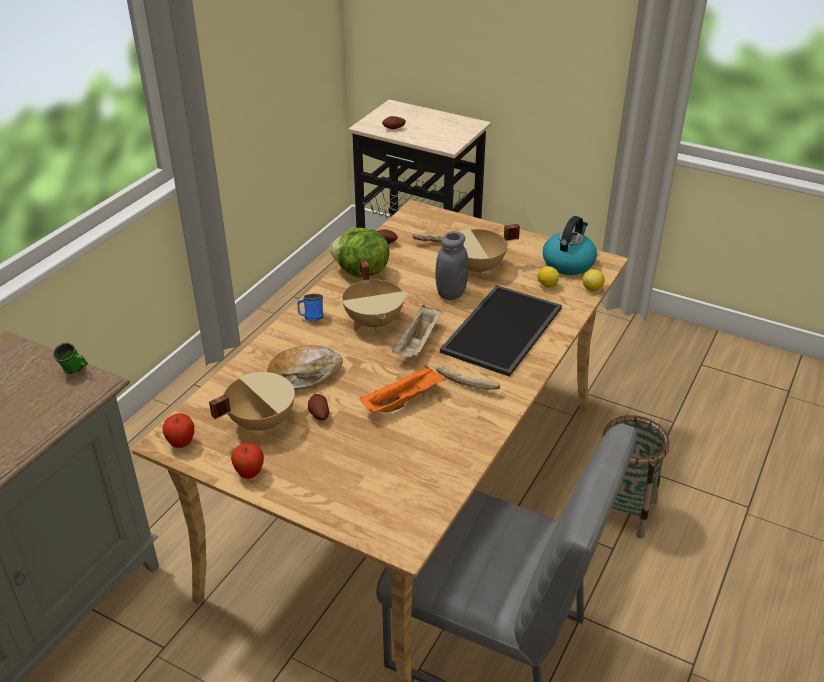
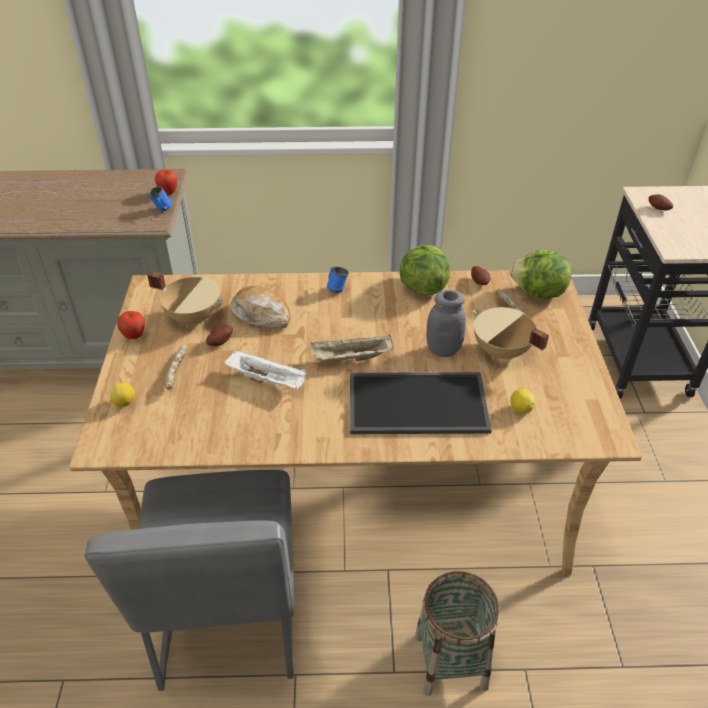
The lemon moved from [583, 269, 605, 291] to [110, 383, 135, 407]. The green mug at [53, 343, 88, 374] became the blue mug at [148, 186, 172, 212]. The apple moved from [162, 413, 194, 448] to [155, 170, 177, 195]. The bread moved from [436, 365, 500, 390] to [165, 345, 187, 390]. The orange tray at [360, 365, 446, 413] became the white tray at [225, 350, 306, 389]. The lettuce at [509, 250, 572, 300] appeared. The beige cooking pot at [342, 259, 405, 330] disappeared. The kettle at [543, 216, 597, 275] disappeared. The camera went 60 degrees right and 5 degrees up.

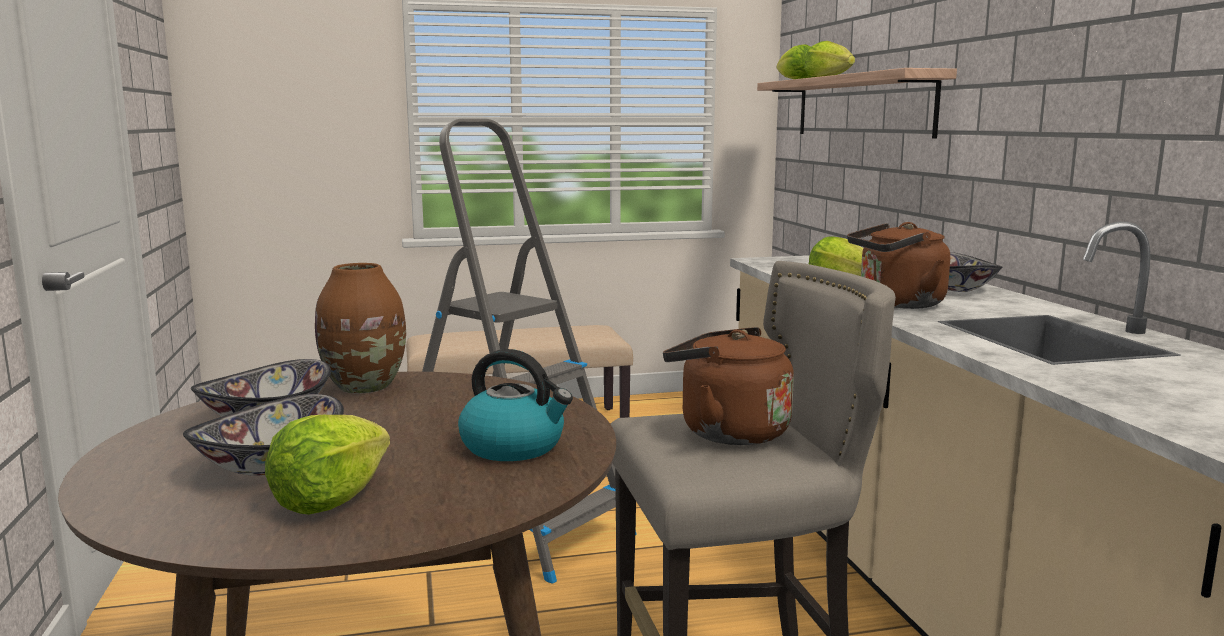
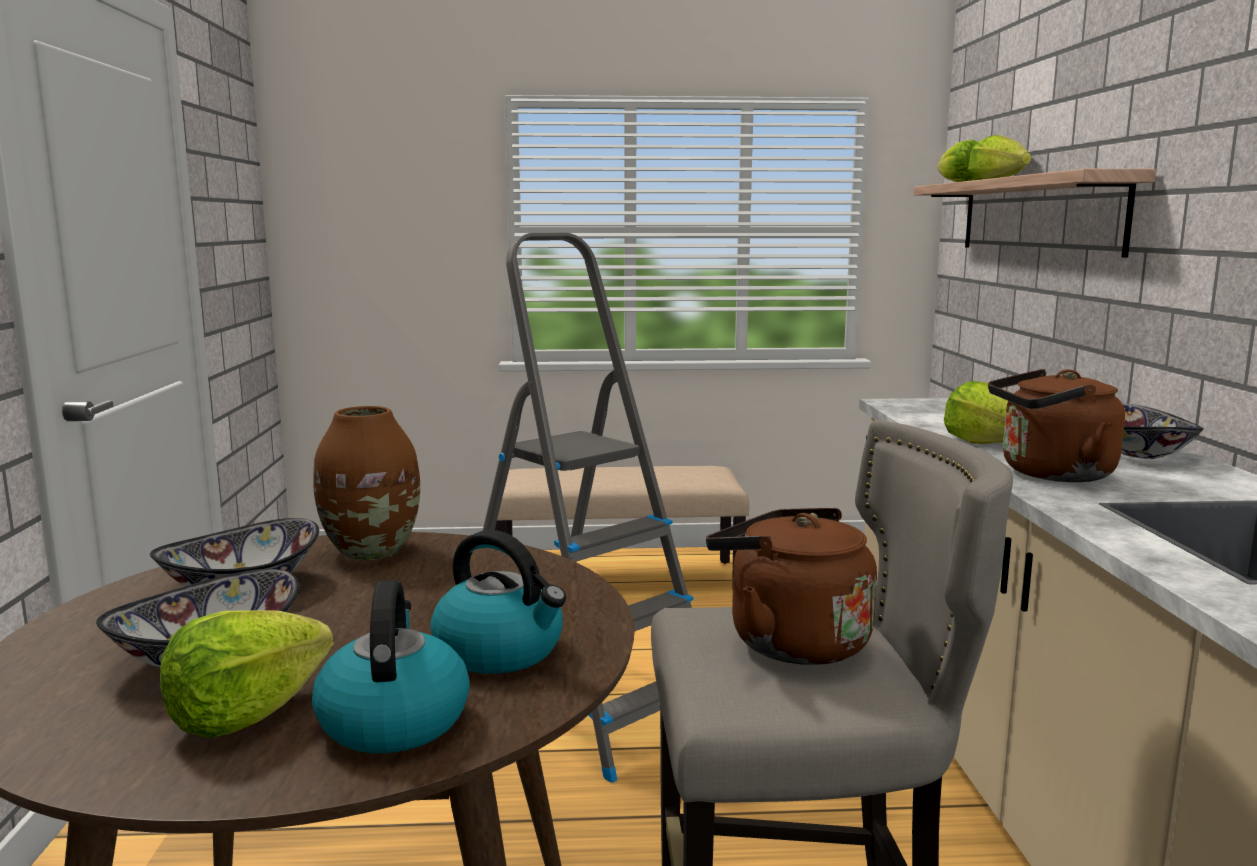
The kettle at [312, 580, 470, 753] appeared. The camera went 10 degrees right and 0 degrees up.

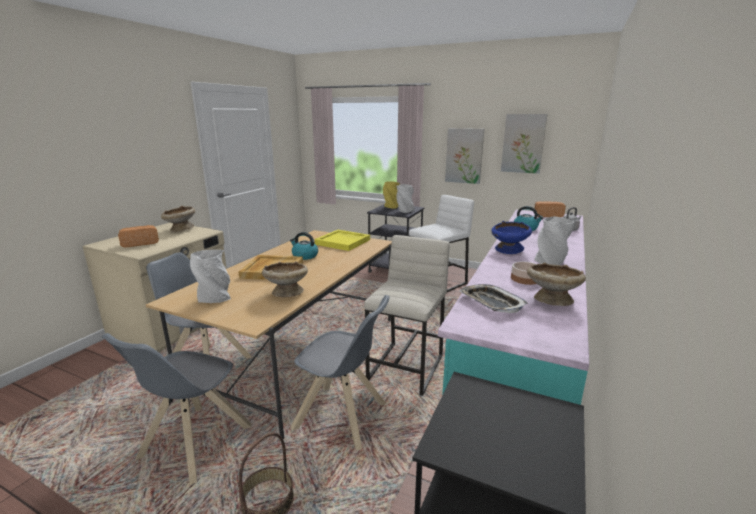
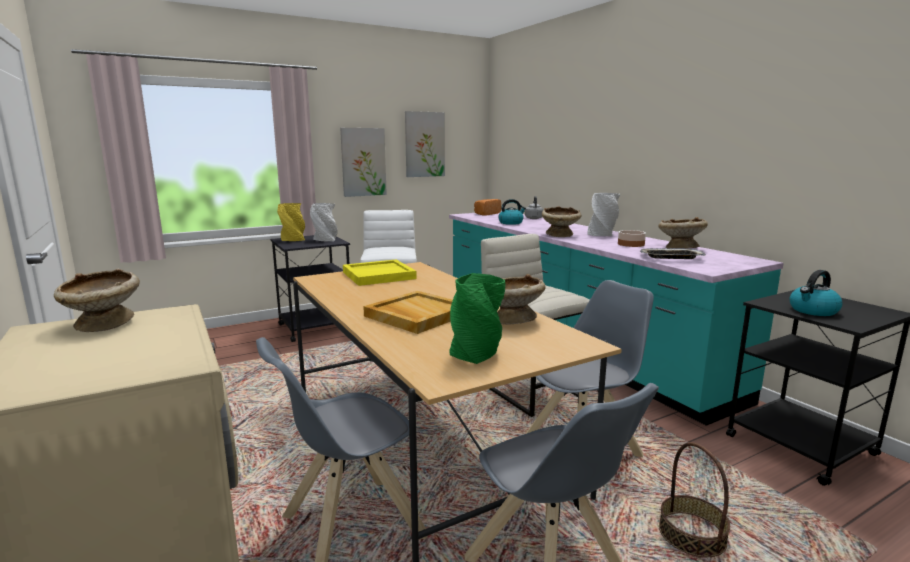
The grey vase at [190, 250, 231, 303] became the green vase at [450, 273, 505, 364]. The blue bowl at [491, 221, 532, 254] became the beige bowl at [542, 206, 582, 237]. The kettle moved from [290, 232, 318, 260] to [789, 270, 843, 316]. The bread at [118, 225, 159, 248] disappeared. The camera went 55 degrees left and 5 degrees down.

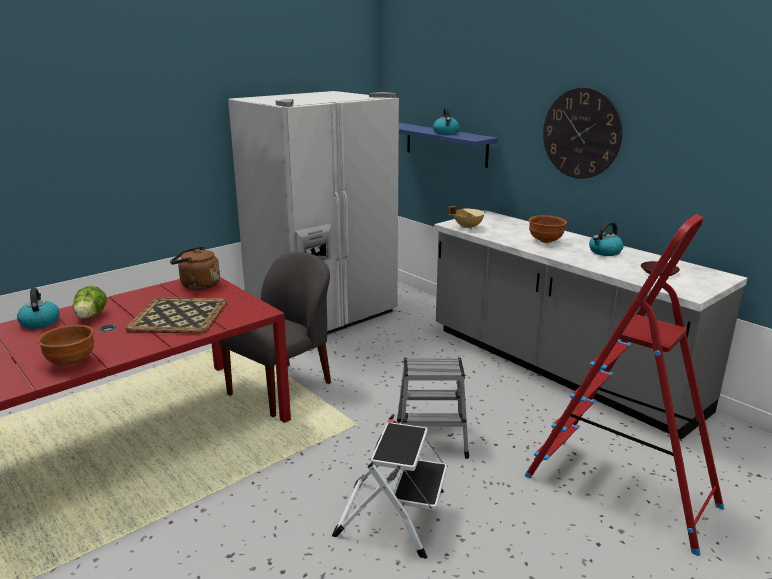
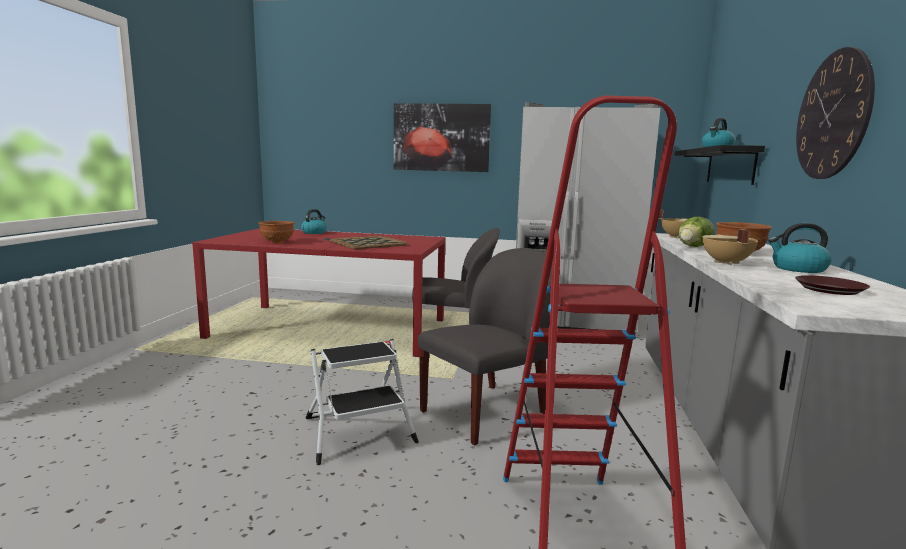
The picture at [394, 103, 491, 172] appeared. The grey step ladder at [397, 358, 469, 459] was replaced by the grey chair at [418, 248, 553, 445]. The blue shelf at [399, 123, 499, 168] became the black shelf at [674, 145, 765, 185]. The lettuce moved from [73, 286, 107, 319] to [678, 217, 715, 247]. The beige cooking pot at [702, 229, 758, 265] appeared. The brown kettle at [170, 246, 220, 290] disappeared. The camera went 50 degrees right and 10 degrees down.

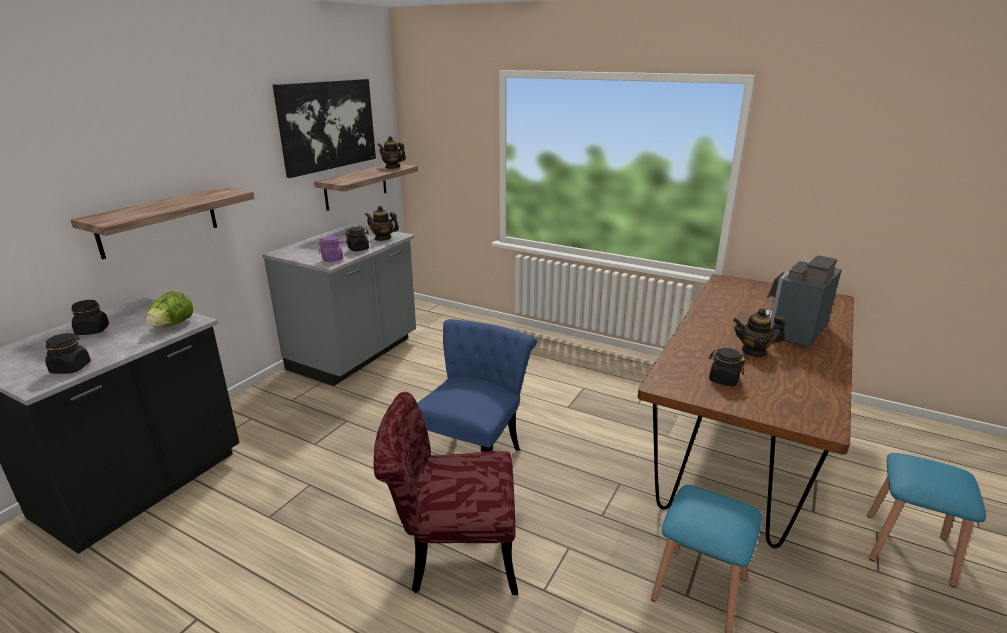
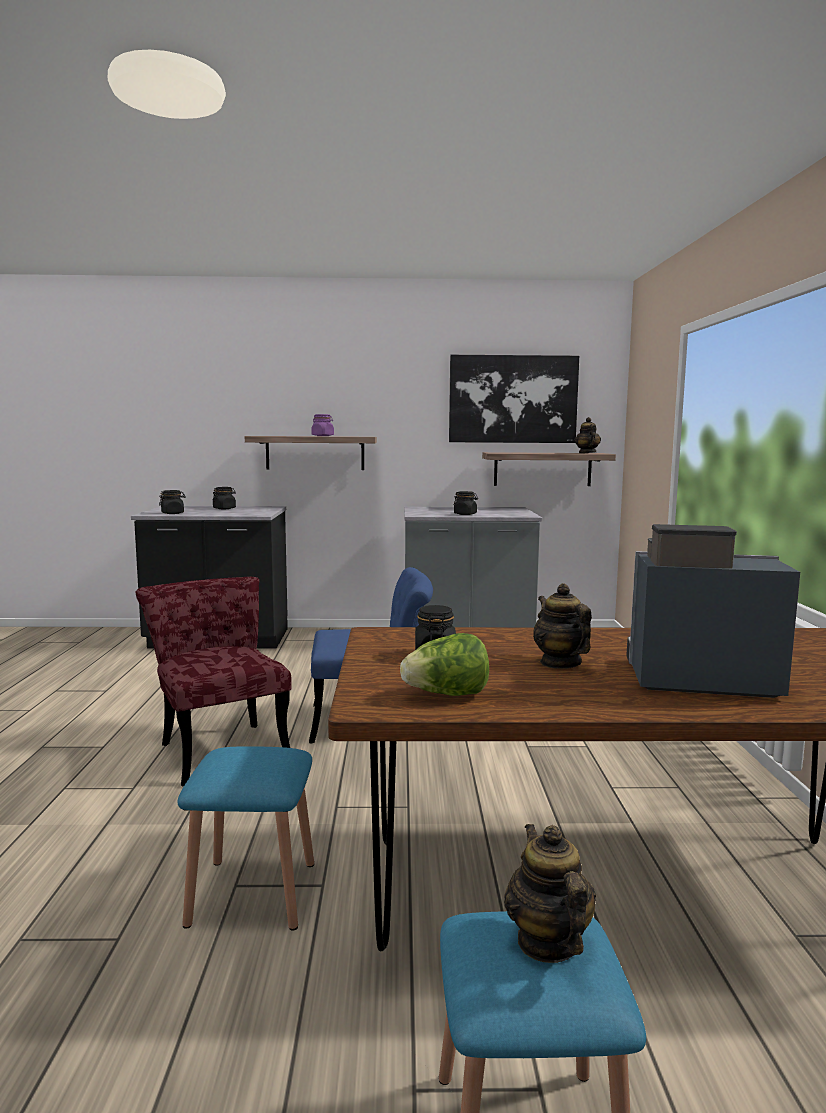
The purple jar moved from [319, 236, 344, 262] to [312, 414, 334, 436]. The lettuce moved from [145, 291, 193, 327] to [400, 633, 489, 696]. The teapot moved from [365, 205, 399, 241] to [504, 824, 596, 963]. The camera went 60 degrees right and 15 degrees down.

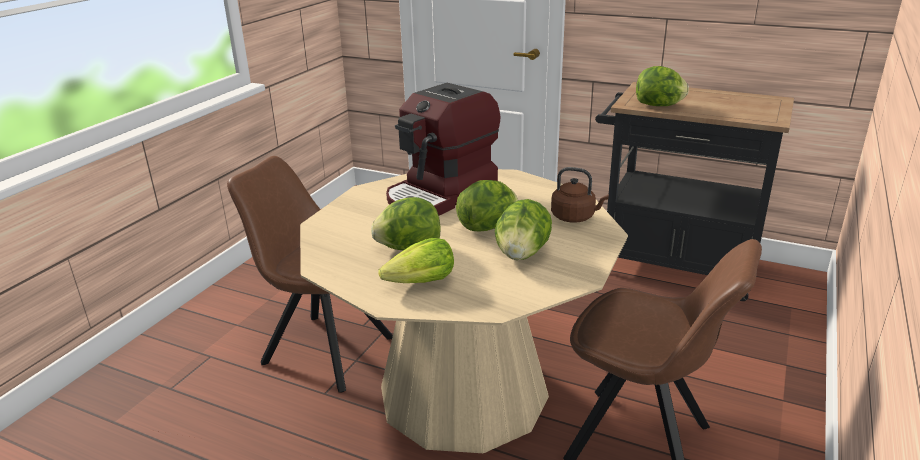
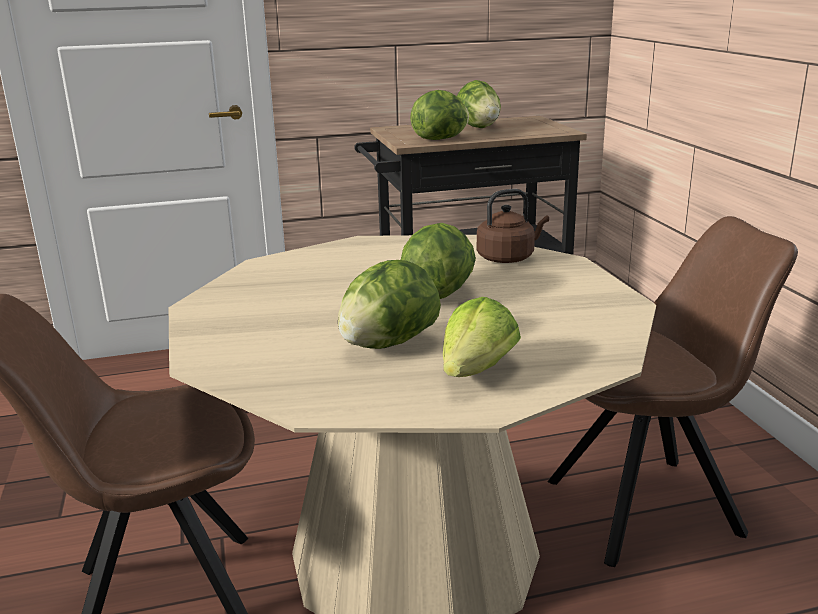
The lettuce moved from [495, 199, 552, 260] to [457, 80, 501, 128]. The coffee machine at [386, 83, 500, 216] disappeared. The camera went 40 degrees left and 5 degrees down.

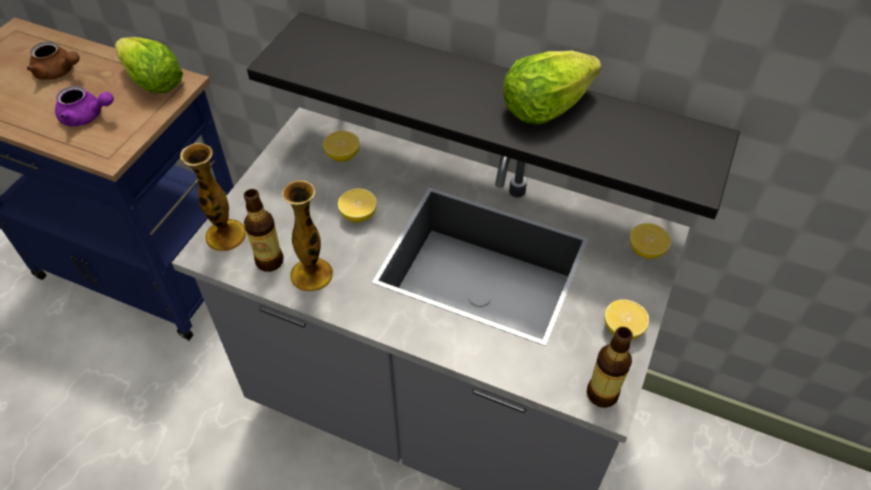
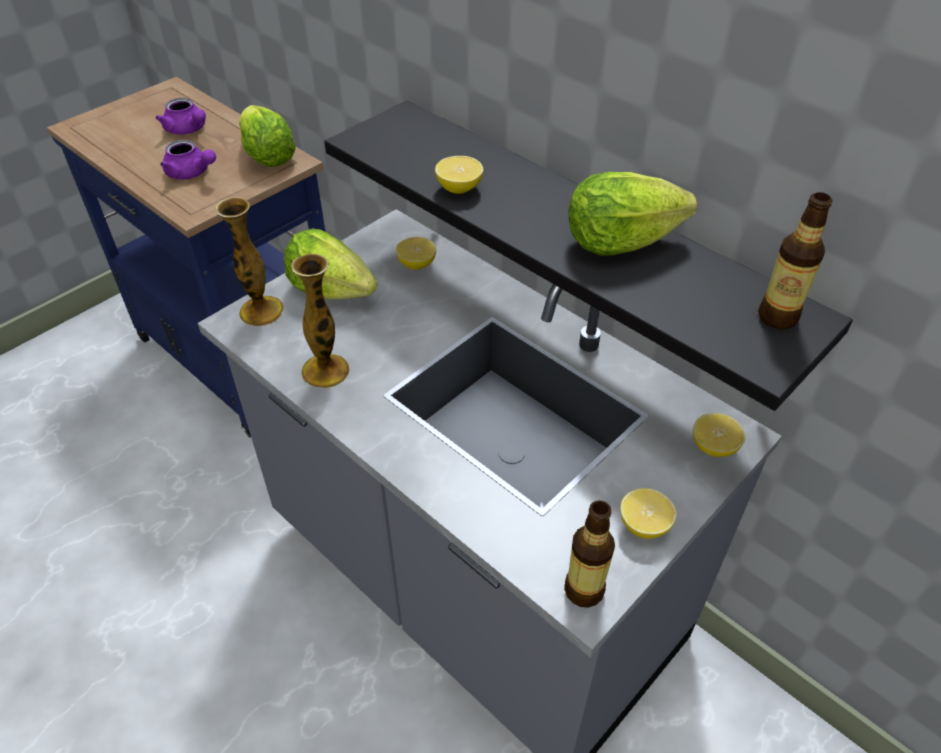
The brown teapot at [27, 41, 79, 80] became the purple teapot at [156, 98, 206, 135]. The lettuce at [284, 229, 378, 299] appeared. The lemon moved from [338, 188, 377, 222] to [435, 156, 484, 194]. The bottle moved from [244, 189, 283, 272] to [758, 192, 832, 329]. The camera went 20 degrees right and 5 degrees down.

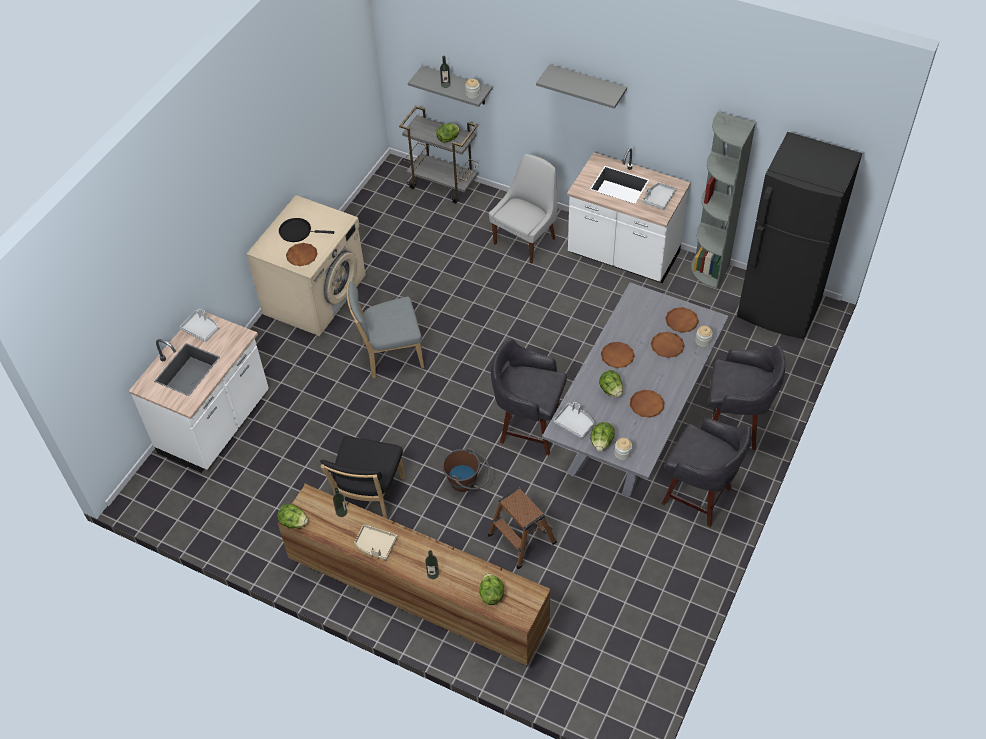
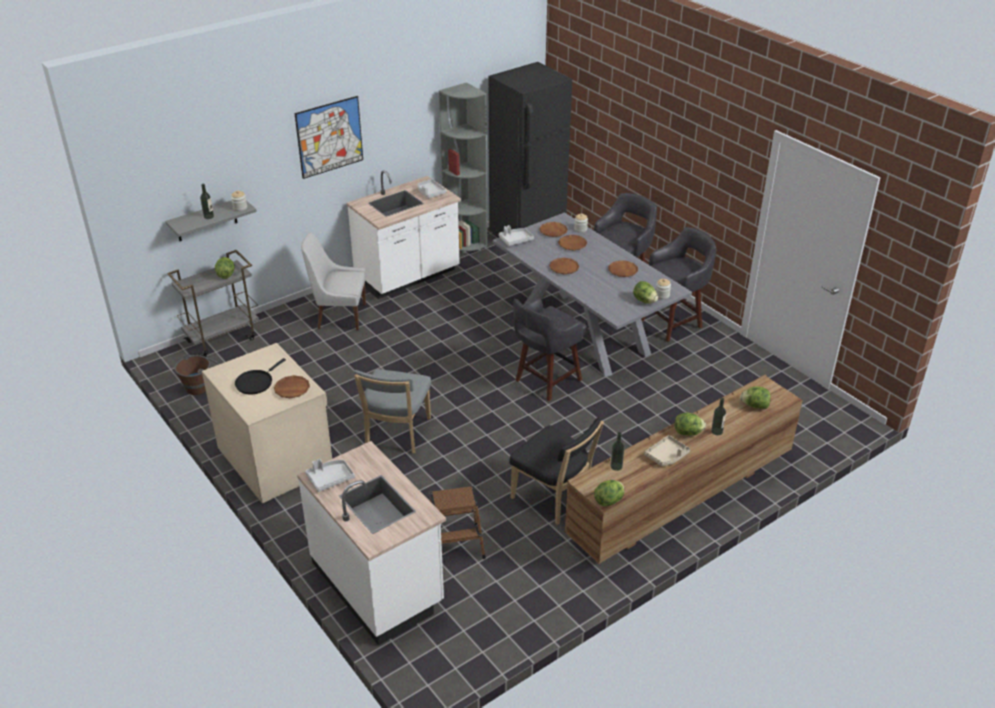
The brown bucket moved from [442, 448, 491, 492] to [174, 354, 219, 395]. The grey shelf at [536, 64, 627, 109] was replaced by the picture at [295, 96, 363, 179]. The white chair at [489, 154, 557, 264] turned 60 degrees counterclockwise. The brown step ladder moved from [488, 487, 557, 569] to [430, 486, 486, 559]. The grey tray moved from [553, 402, 595, 439] to [498, 225, 534, 246]. The lettuce moved from [599, 370, 623, 397] to [675, 412, 706, 436]. The camera went 65 degrees left and 15 degrees down.

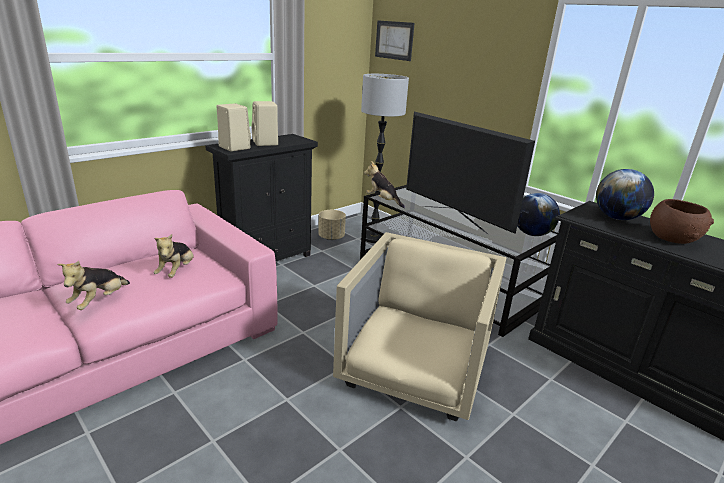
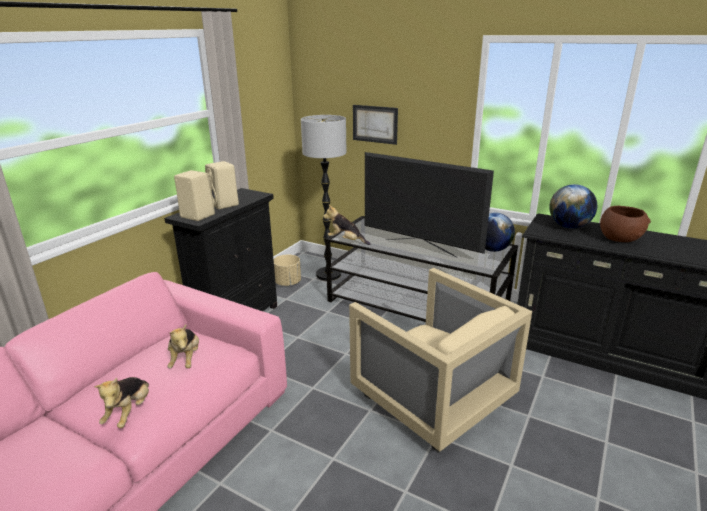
The beige armchair at [333, 232, 506, 421] turned 135 degrees clockwise. The picture moved from [375, 20, 415, 61] to [353, 105, 398, 145]. The camera went 15 degrees left and 0 degrees up.

